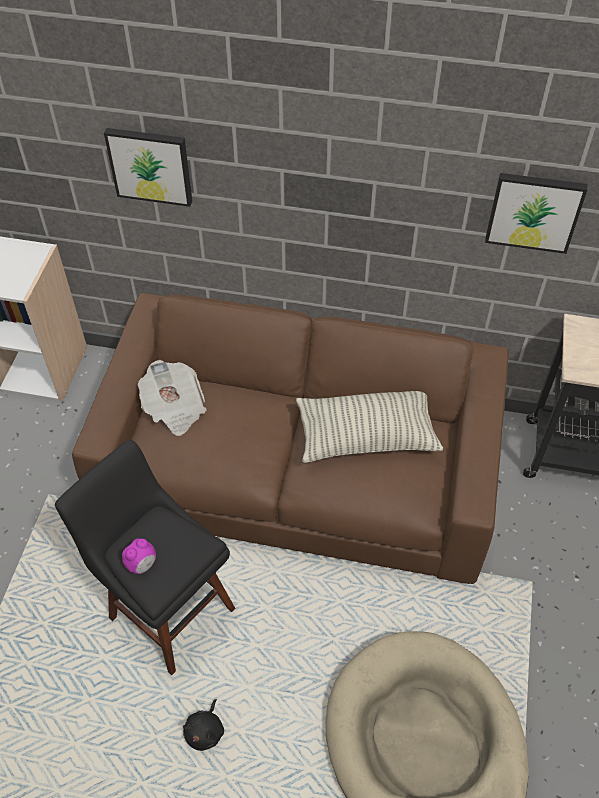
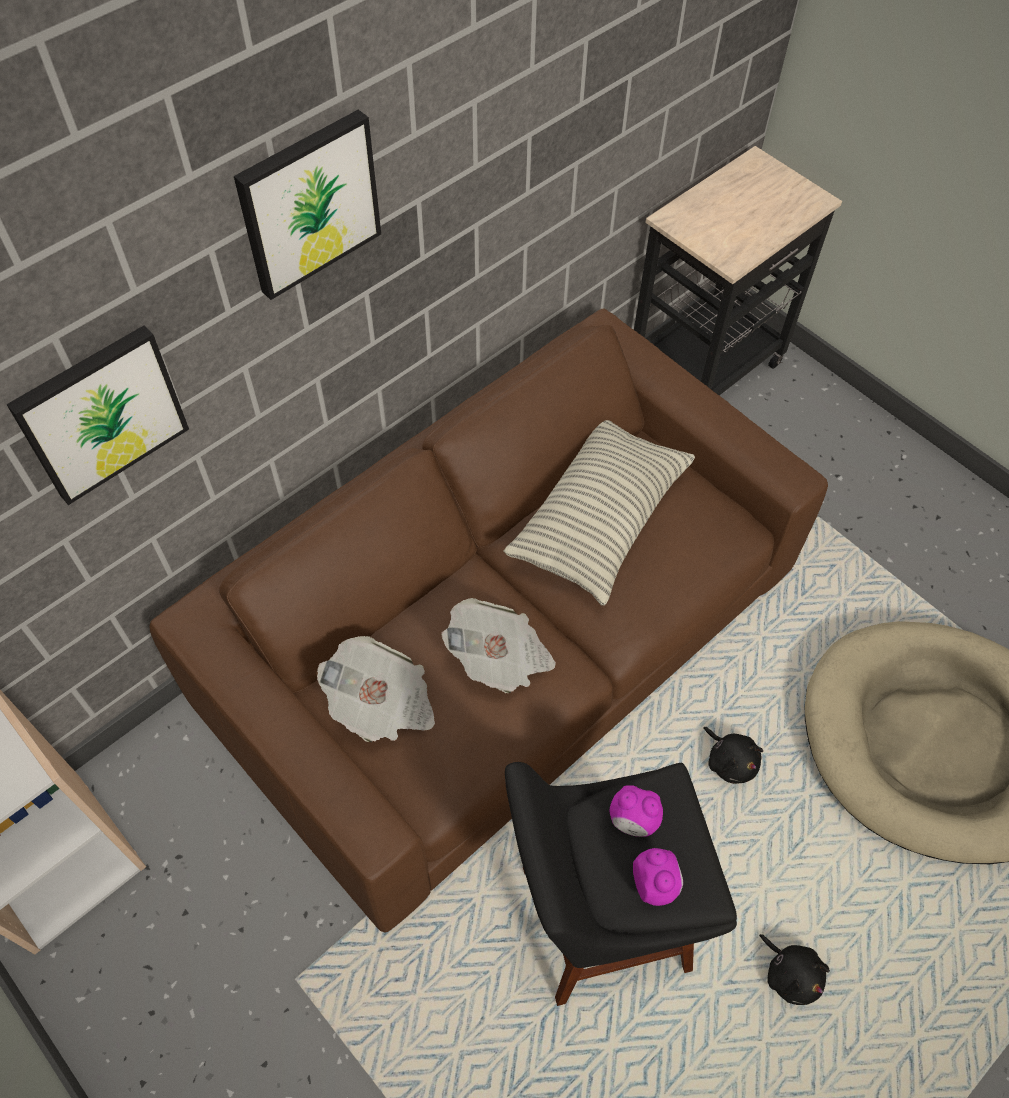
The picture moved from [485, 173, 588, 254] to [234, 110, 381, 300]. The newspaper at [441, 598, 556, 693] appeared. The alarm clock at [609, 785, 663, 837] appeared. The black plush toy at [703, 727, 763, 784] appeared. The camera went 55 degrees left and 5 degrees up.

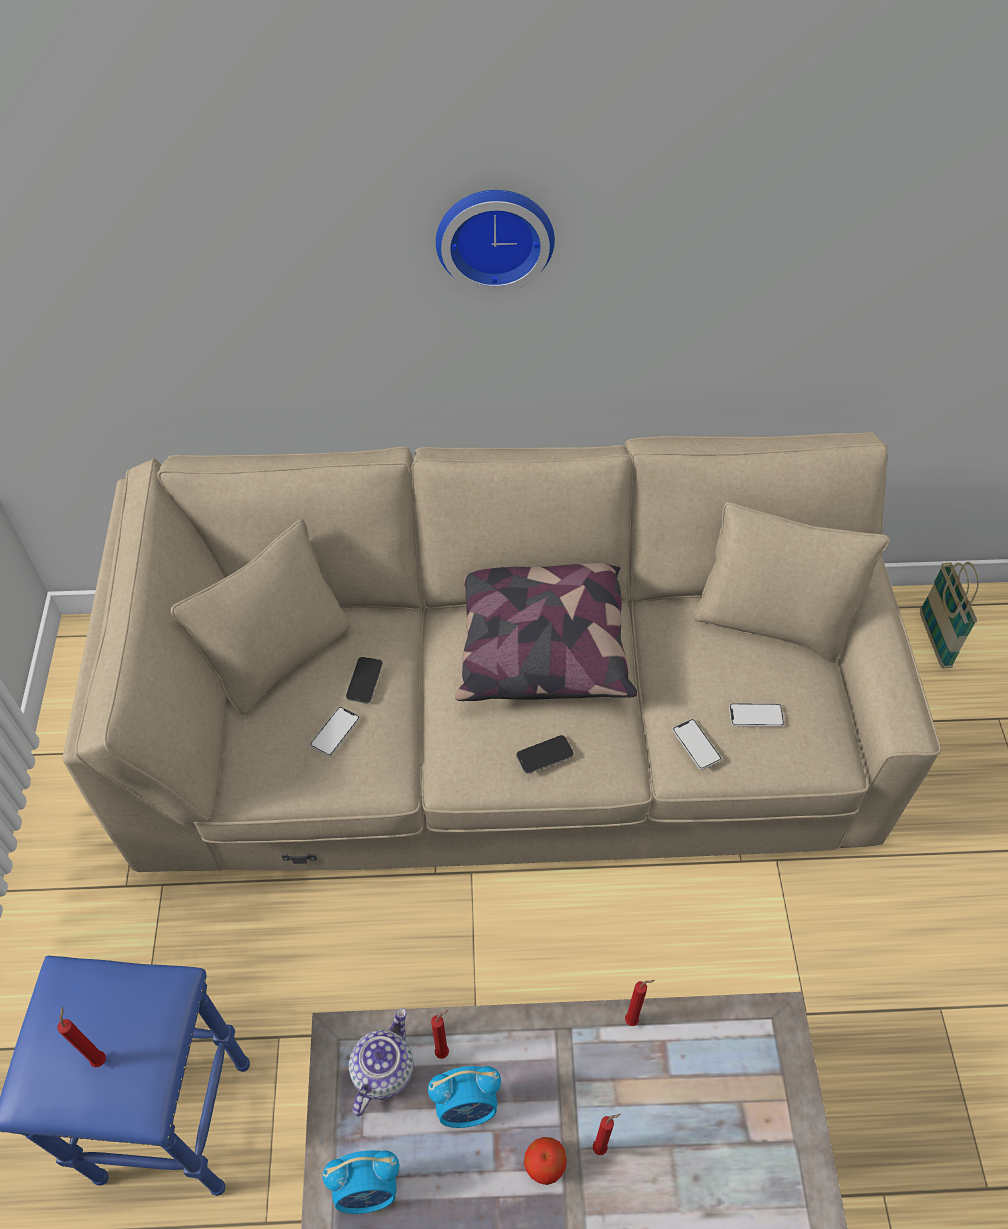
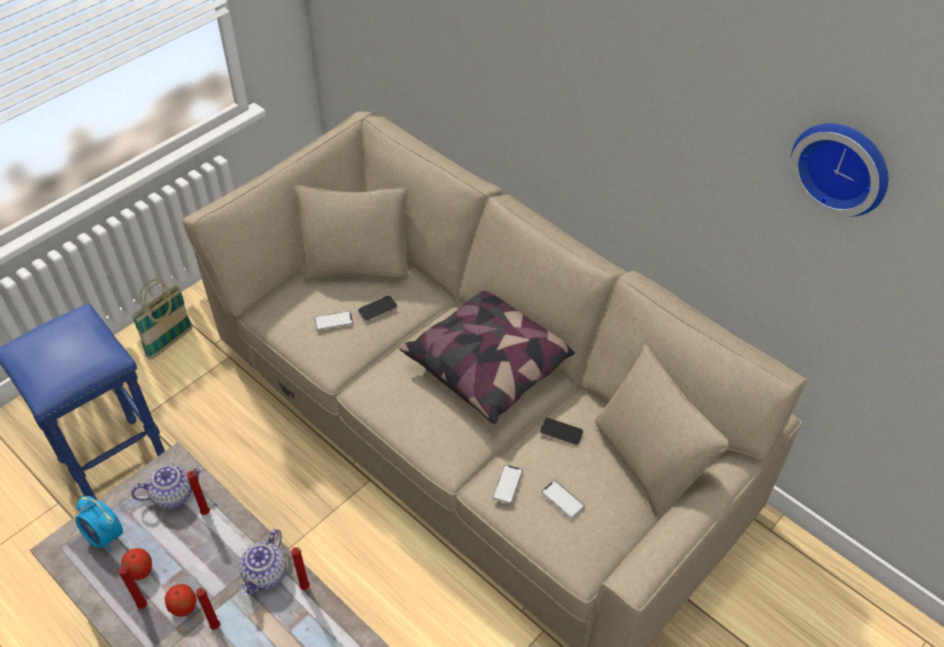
The red candle moved from [57, 1007, 106, 1067] to [119, 560, 147, 609]. The apple at [121, 548, 152, 580] appeared. The basket moved from [920, 562, 979, 669] to [131, 279, 193, 360]. The teapot at [239, 529, 286, 594] appeared. The phone moved from [516, 735, 574, 774] to [540, 418, 583, 445]. The wall clock moved from [436, 190, 555, 293] to [790, 123, 888, 217]. The alarm clock at [428, 1066, 501, 1128] disappeared. The camera went 45 degrees right and 5 degrees down.

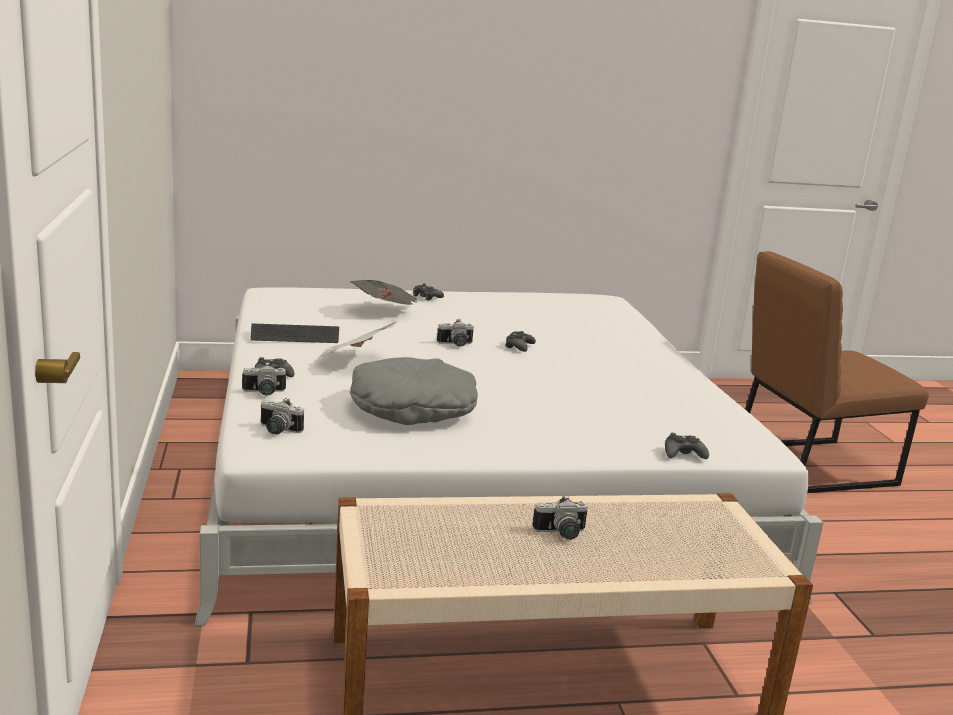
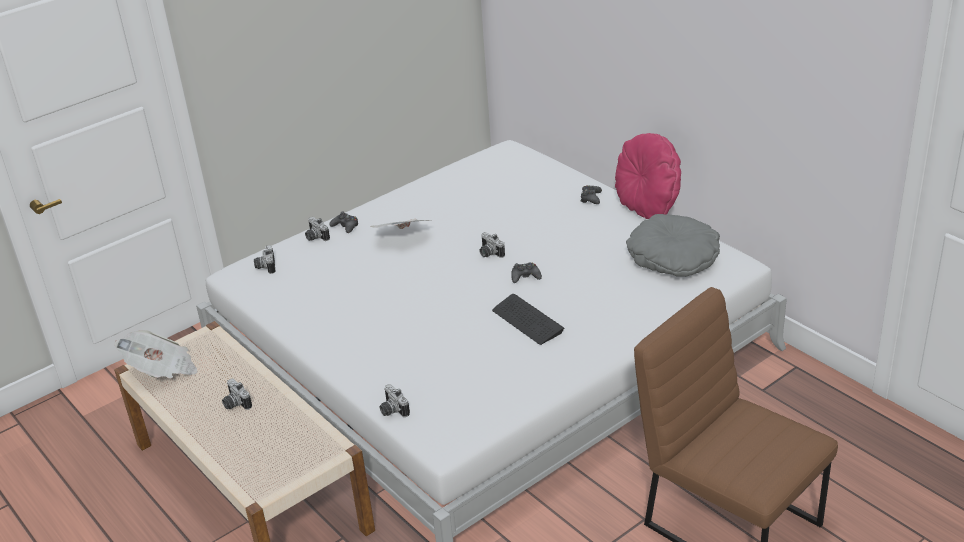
The newspaper moved from [350, 280, 417, 305] to [115, 330, 198, 378]. The black game controller at [665, 433, 709, 459] was replaced by the photo camera at [380, 384, 410, 417]. The keyboard moved from [251, 323, 339, 343] to [492, 294, 564, 345]. The pink pillow at [615, 133, 681, 219] appeared. The grey pillow moved from [350, 357, 478, 425] to [626, 214, 720, 277]. The camera went 65 degrees right and 15 degrees up.

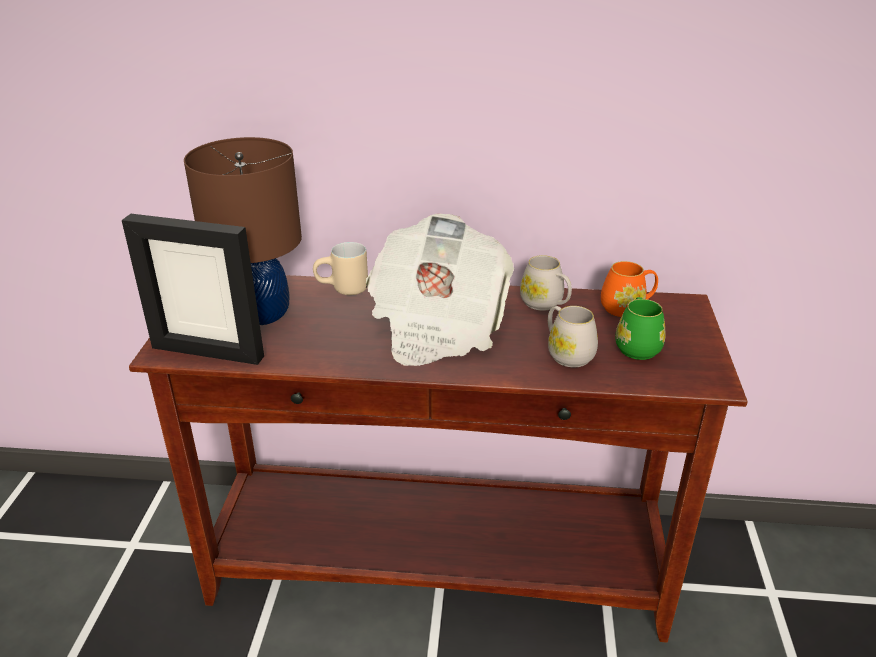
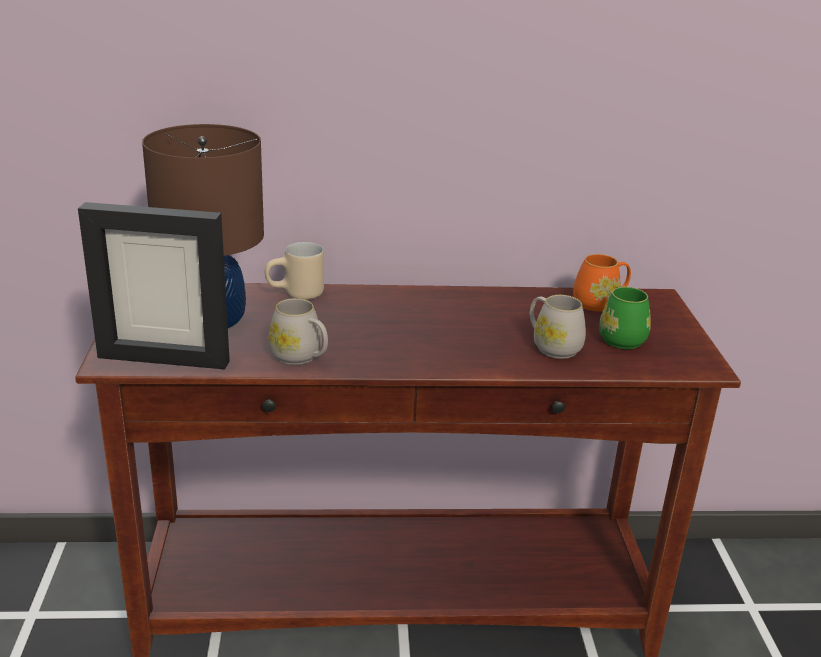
The white mug moved from [520, 255, 572, 311] to [268, 298, 328, 365]. The newspaper at [366, 214, 514, 366] disappeared. The camera went 10 degrees left and 5 degrees down.

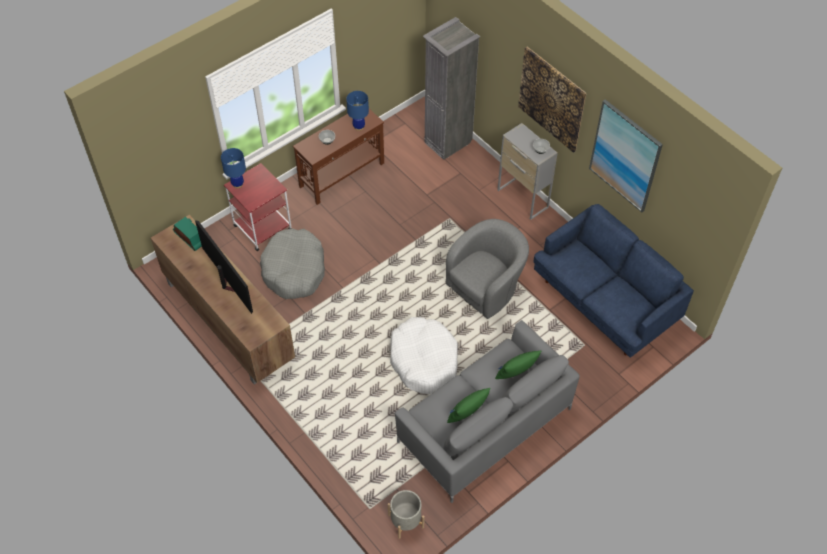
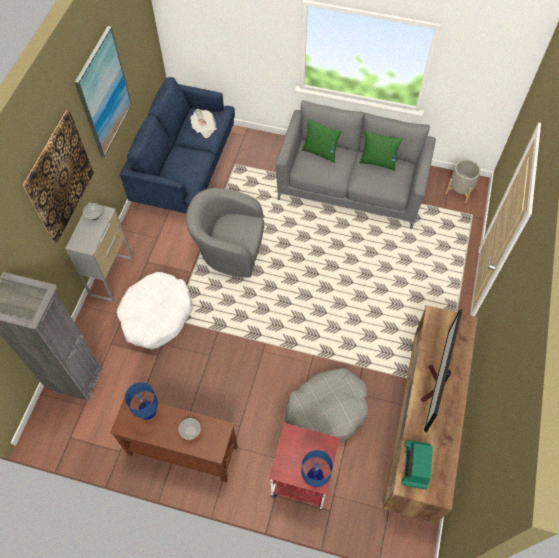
The white dog bed moved from [390, 317, 458, 395] to [117, 272, 193, 349]. The newspaper at [190, 109, 217, 138] appeared. The camera went 125 degrees left and 5 degrees up.

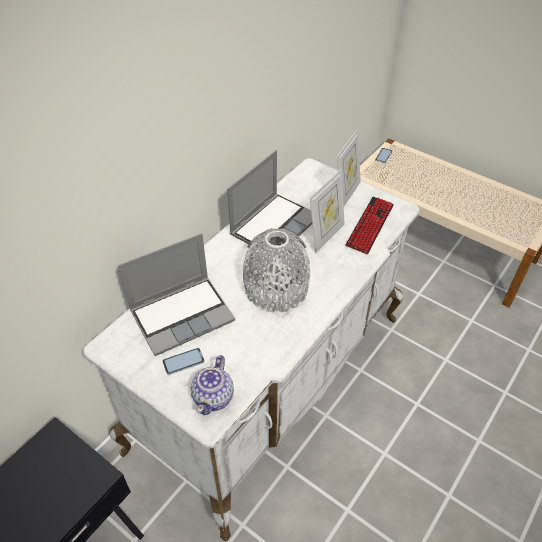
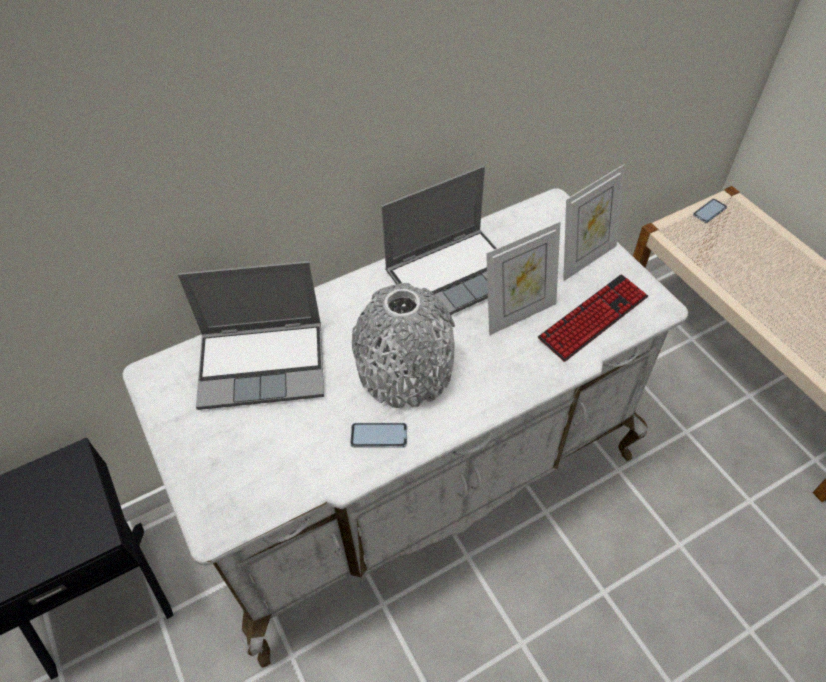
The phone moved from [162, 348, 205, 375] to [350, 423, 407, 448]. The teapot at [191, 355, 234, 415] disappeared. The camera went 25 degrees right and 5 degrees up.

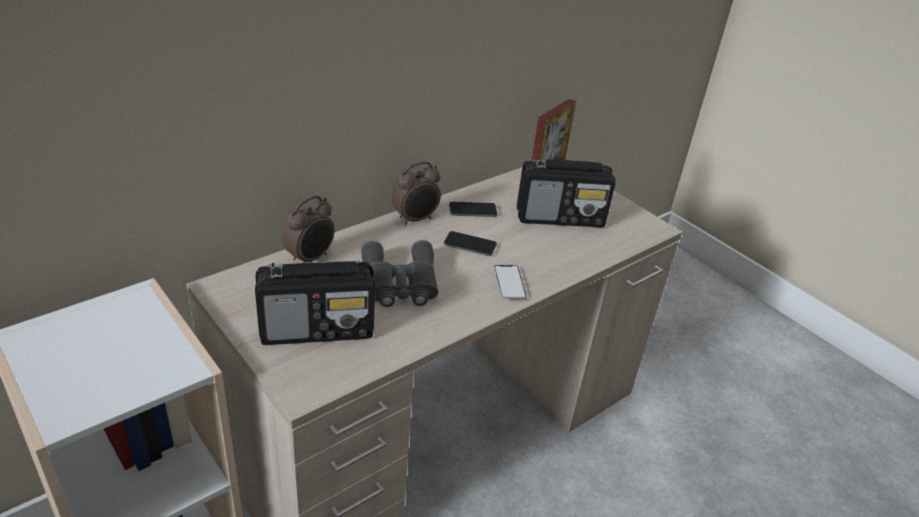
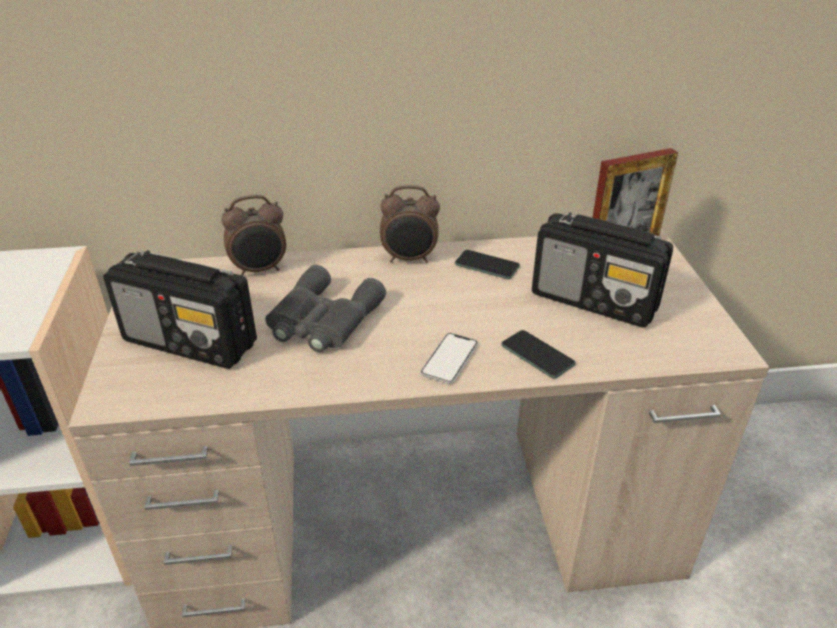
The phone moved from [444, 231, 497, 256] to [501, 330, 576, 378]. The camera went 35 degrees right and 0 degrees up.

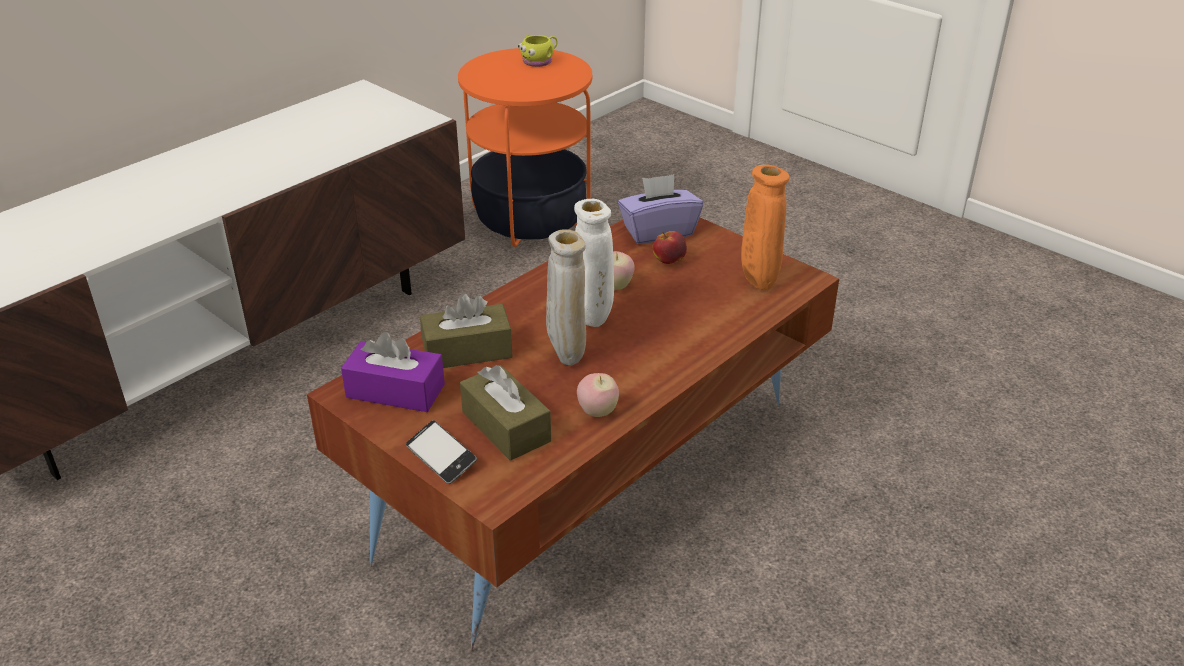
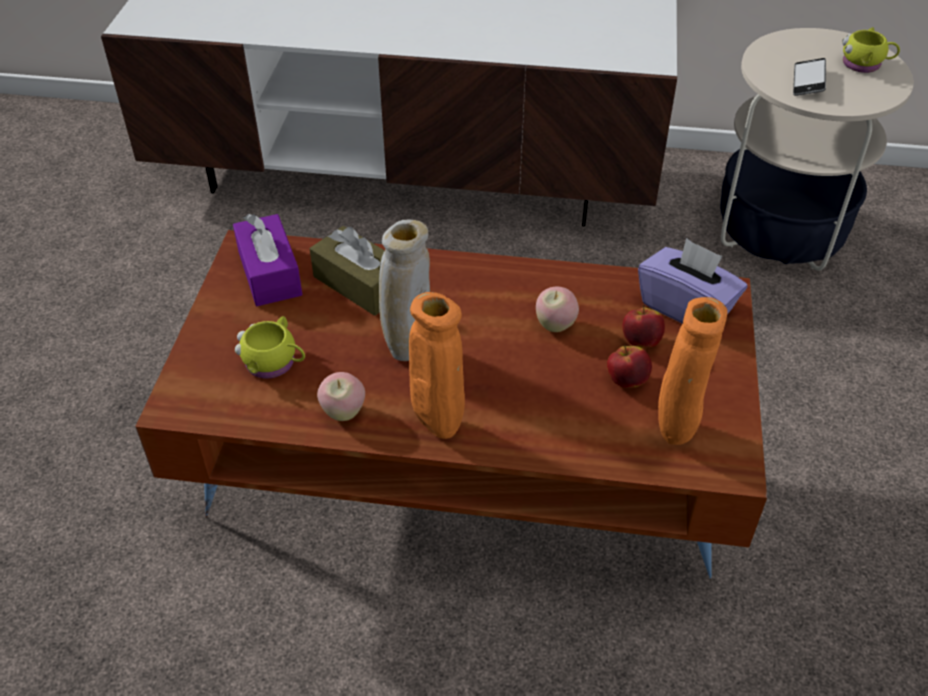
The brown tissue box at [460, 365, 551, 461] was replaced by the yellow mug at [235, 316, 305, 379]. The orange vase at [409, 292, 465, 439] appeared. The apple at [607, 345, 652, 388] appeared. The orange side table at [458, 48, 592, 247] became the beige side table at [720, 28, 914, 271]. The phone moved from [406, 420, 477, 484] to [793, 58, 826, 96]. The white vase at [574, 199, 614, 327] disappeared. The camera went 55 degrees right and 10 degrees up.

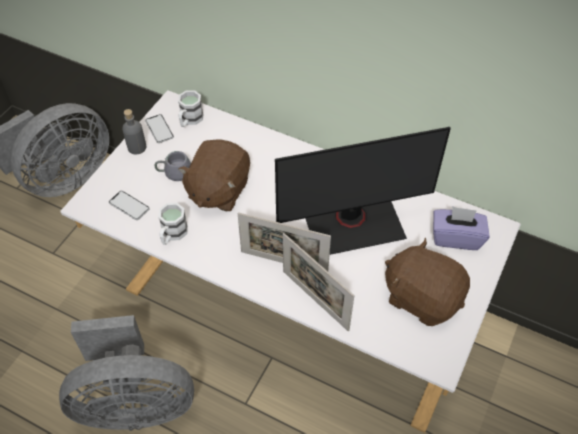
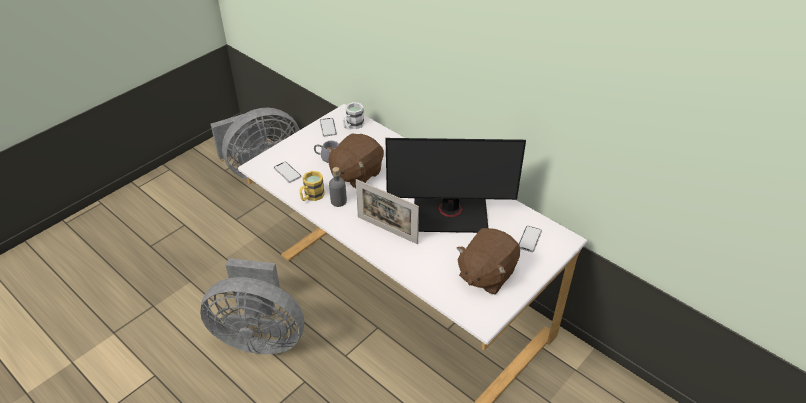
The white mug at [158, 203, 188, 245] became the yellow mug at [299, 171, 325, 201]. The grey bottle moved from [122, 109, 146, 155] to [329, 167, 347, 207]. The brown plush toy at [385, 238, 470, 326] turned 105 degrees counterclockwise. The purple tissue box at [433, 207, 489, 250] was replaced by the phone at [519, 226, 542, 252]. The picture frame at [283, 233, 354, 331] disappeared. The camera went 15 degrees right and 10 degrees down.

